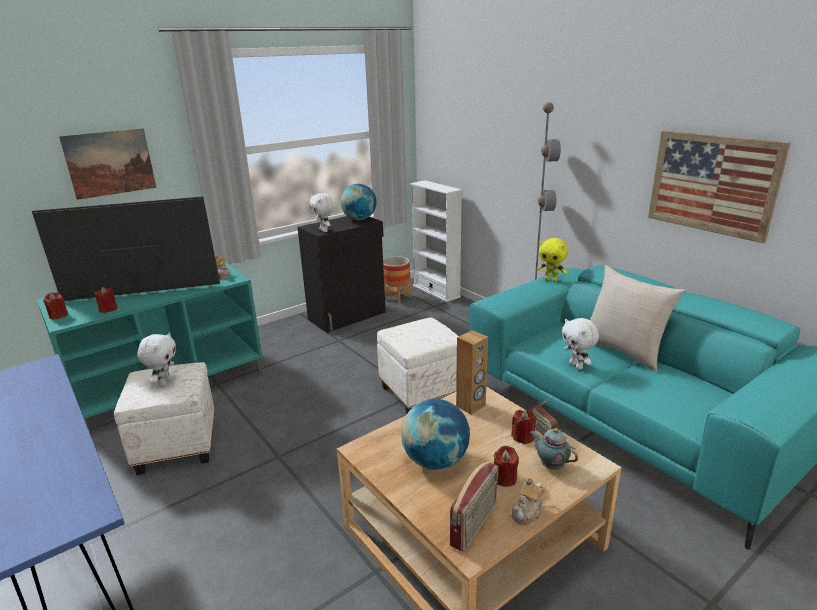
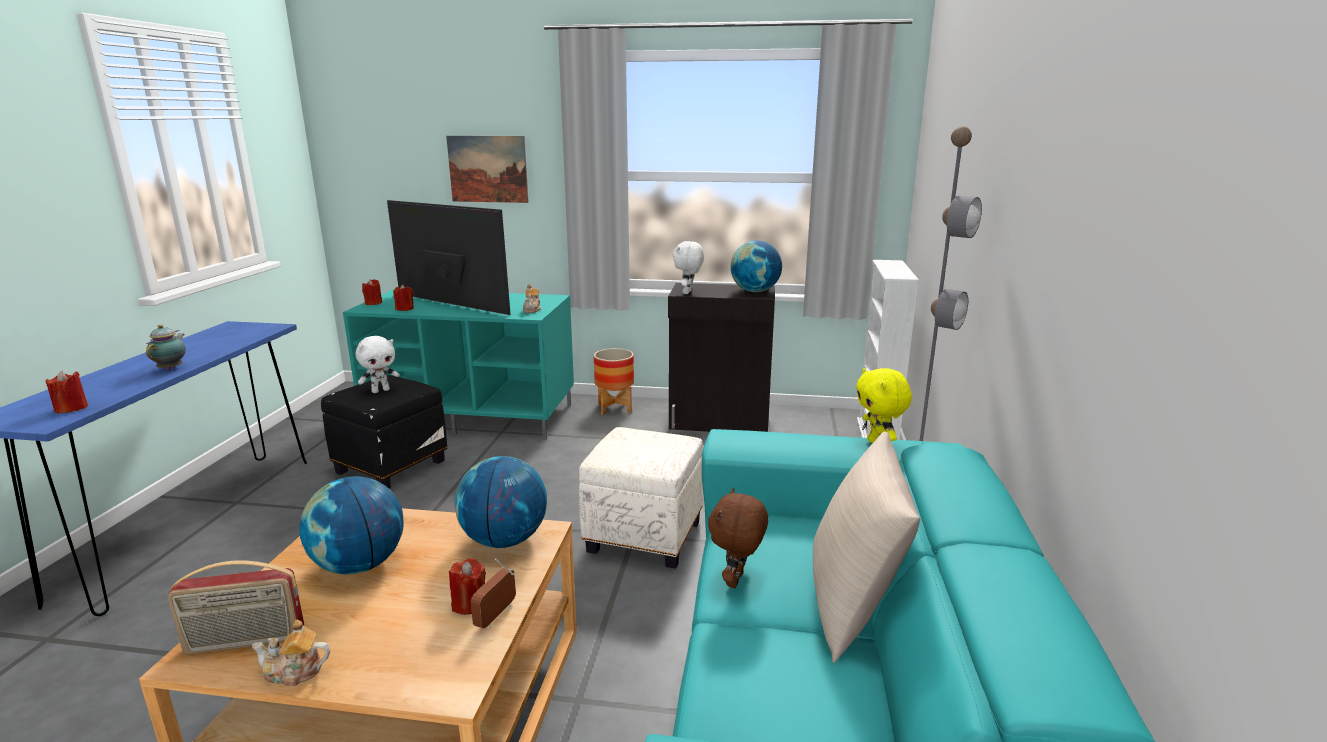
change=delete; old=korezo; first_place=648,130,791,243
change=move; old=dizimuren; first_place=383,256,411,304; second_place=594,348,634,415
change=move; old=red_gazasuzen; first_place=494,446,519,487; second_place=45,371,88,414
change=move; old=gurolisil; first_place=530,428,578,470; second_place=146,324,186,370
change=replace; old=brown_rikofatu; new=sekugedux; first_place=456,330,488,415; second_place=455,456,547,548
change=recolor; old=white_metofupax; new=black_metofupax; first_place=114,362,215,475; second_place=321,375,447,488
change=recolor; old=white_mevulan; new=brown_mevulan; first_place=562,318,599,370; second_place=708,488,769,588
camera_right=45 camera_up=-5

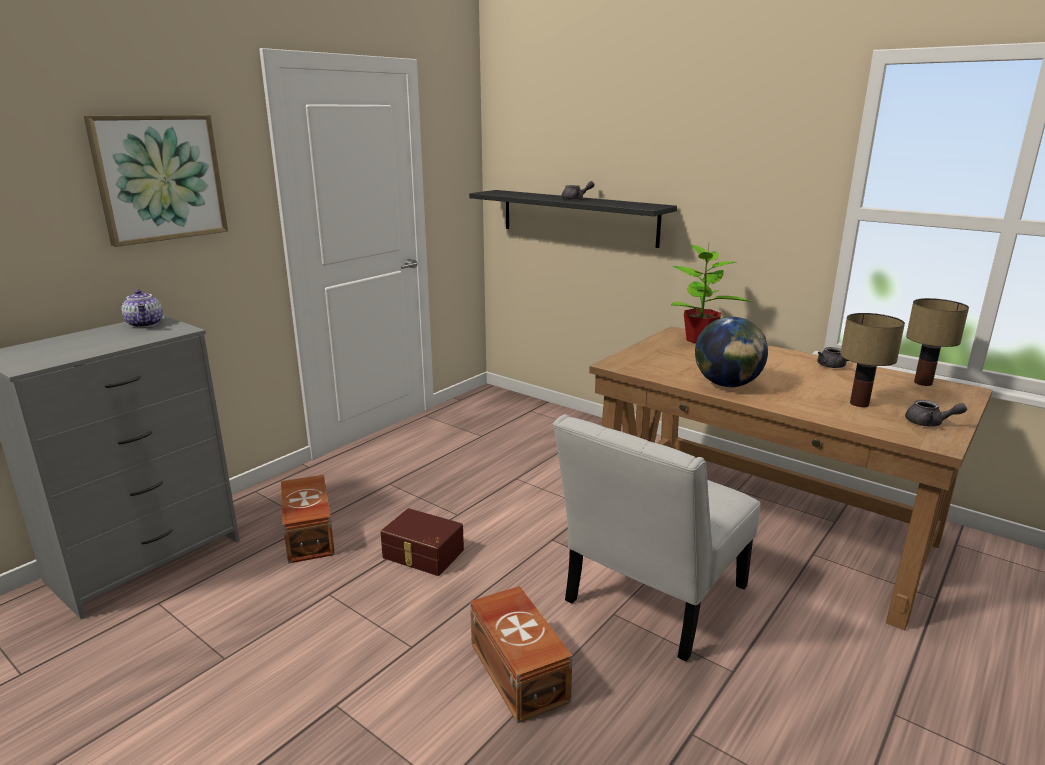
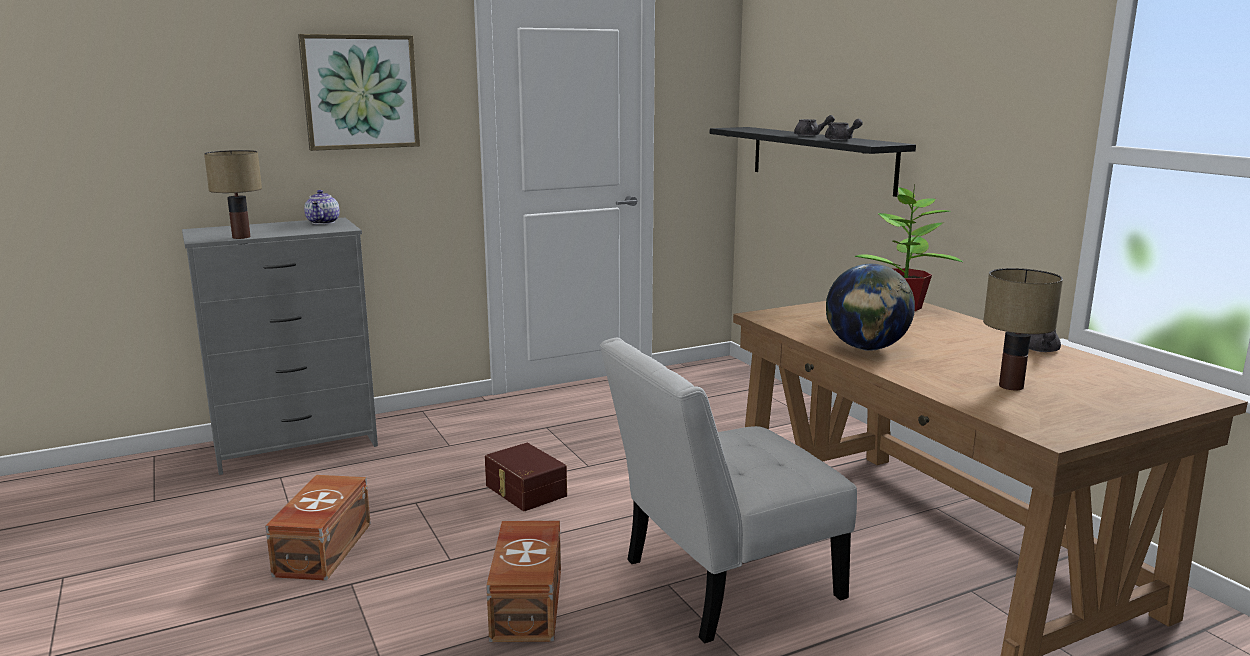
change=move; old=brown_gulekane; first_place=281,475,335,564; second_place=265,475,371,581
change=move; old=grey_gurolisil; first_place=905,400,967,427; second_place=825,119,863,140
change=move; old=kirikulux; first_place=906,298,969,386; second_place=204,150,262,239
camera_right=25 camera_up=-5

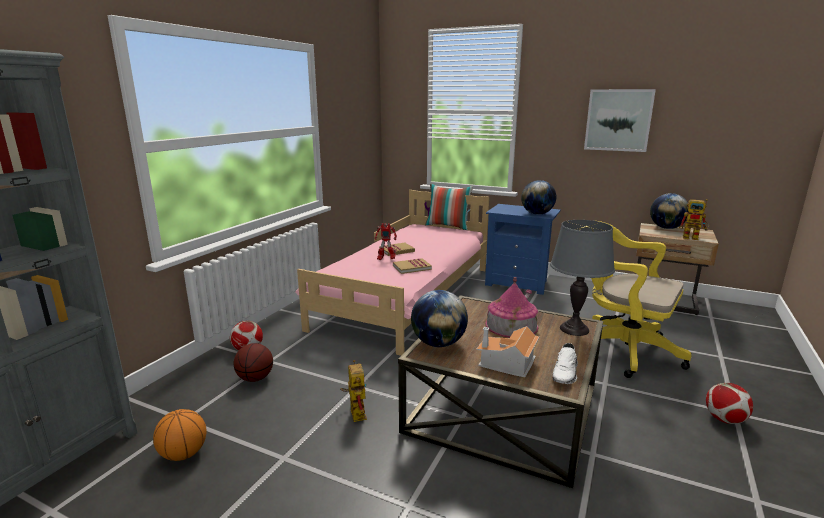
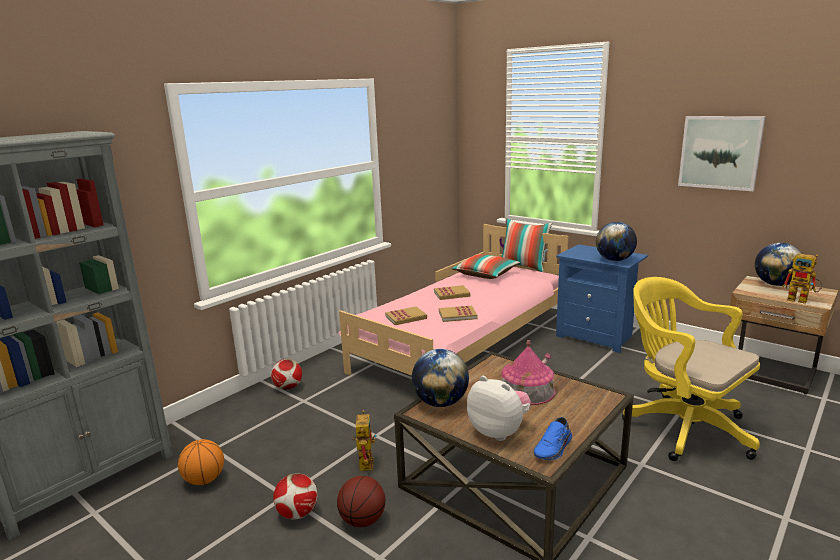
change=delete; old=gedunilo; first_place=375,223,397,260
change=delete; old=grey_kirikulux; first_place=550,220,615,336
change=insert; new=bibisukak; second_place=385,306,427,325
change=insert; new=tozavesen; second_place=451,254,520,279
change=move; old=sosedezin; first_place=234,343,273,382; second_place=337,476,386,527
change=move; old=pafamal; first_place=706,383,753,424; second_place=273,473,318,519
change=replace; old=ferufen; new=mevulan; first_place=476,326,539,377; second_place=467,376,531,441
change=recolor; old=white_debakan; new=blue_debakan; first_place=552,343,578,384; second_place=534,417,572,460
camera_right=15 camera_up=0

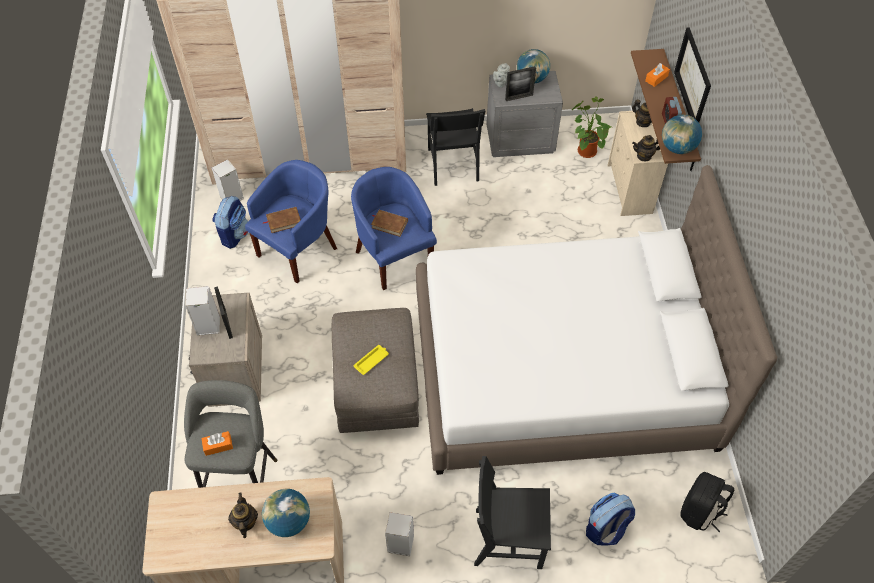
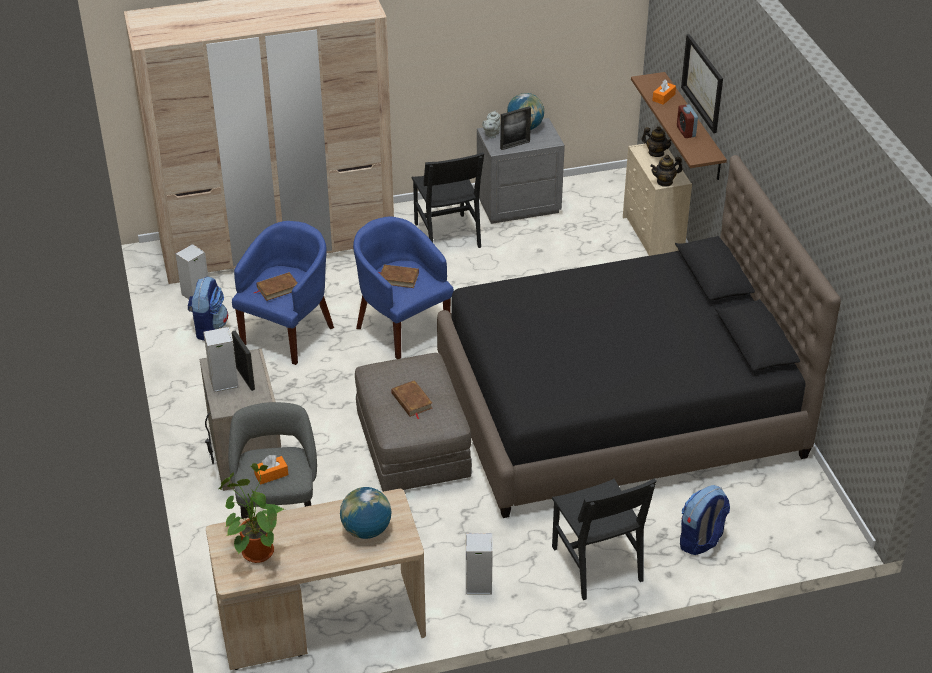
change=delete; old=gurolisil; first_place=228,493,258,538
change=delete; old=sekugedux; first_place=662,115,702,154
change=delete; old=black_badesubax; first_place=680,472,734,532
change=move; old=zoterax; first_place=572,96,611,158; second_place=218,463,284,563
change=replace; old=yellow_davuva; new=brown_bibisukak; first_place=353,345,389,375; second_place=391,380,432,419
change=recolor; old=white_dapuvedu; new=black_dapuvedu; first_place=416,165,777,475; second_place=437,155,841,518
change=rotate; old=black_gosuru; first_place=474,456,551,569; second_place=552,478,657,600; degrees=-105
camera_right=-10 camera_up=-15

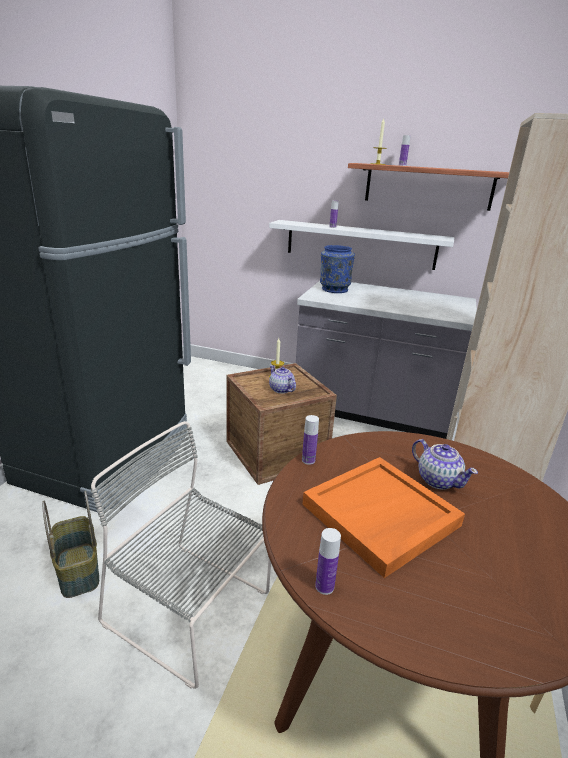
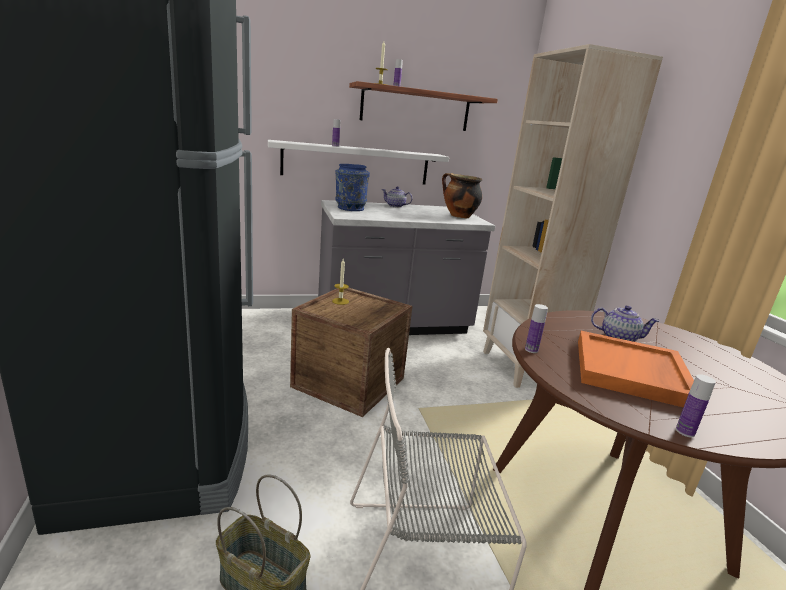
change=insert; new=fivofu; second_place=442,173,482,218
change=move; old=gurolisil; first_place=269,365,296,394; second_place=382,186,413,208
camera_right=-35 camera_up=-5

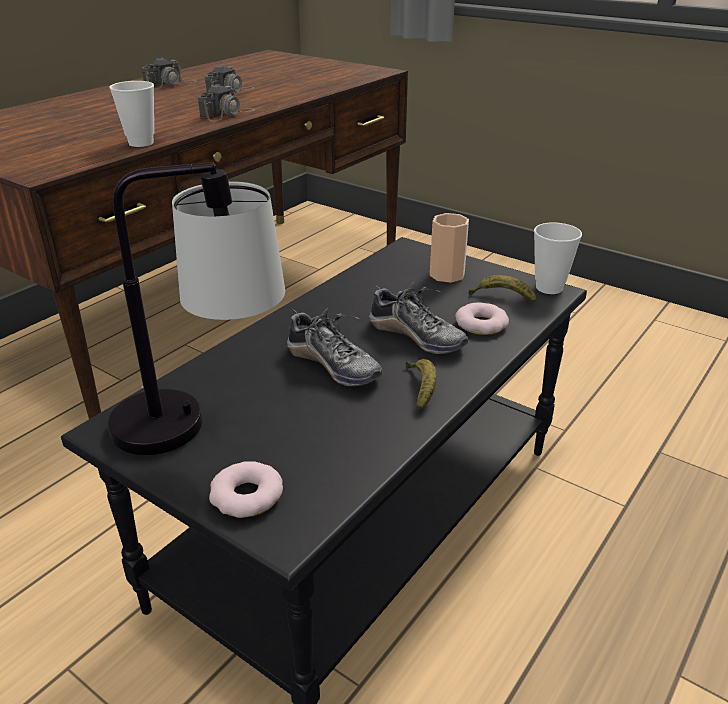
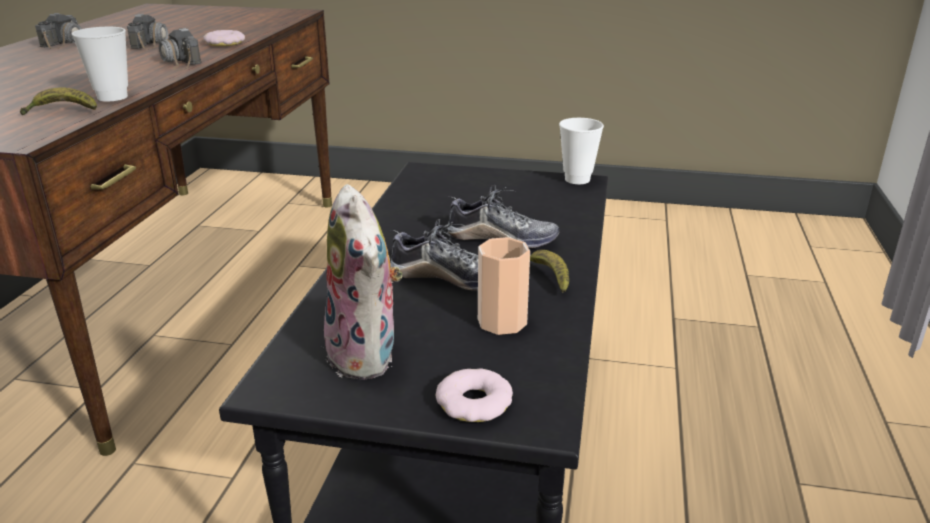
change=move; old=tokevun; first_place=430,213,469,283; second_place=478,237,530,335
change=move; old=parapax; first_place=455,303,509,335; second_place=203,30,245,46
change=move; old=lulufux; first_place=468,275,536,303; second_place=20,87,97,115
change=replace; old=kirikulux; new=mevulan; first_place=108,162,285,455; second_place=322,184,402,380
change=rotate; old=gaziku; first_place=198,84,255,121; second_place=159,28,202,70; degrees=135
camera_right=-25 camera_up=-5

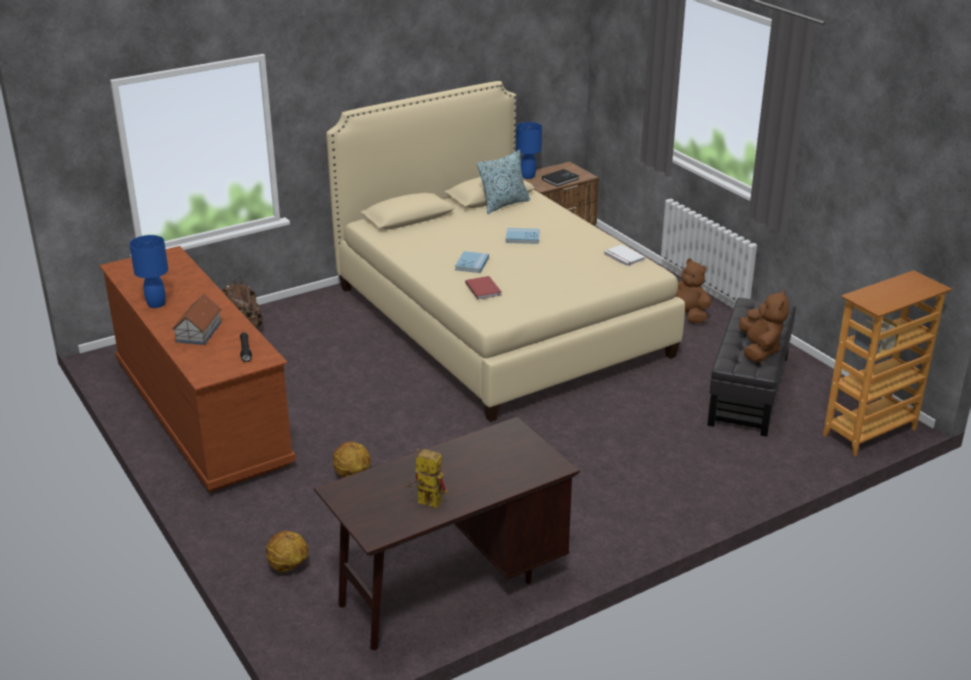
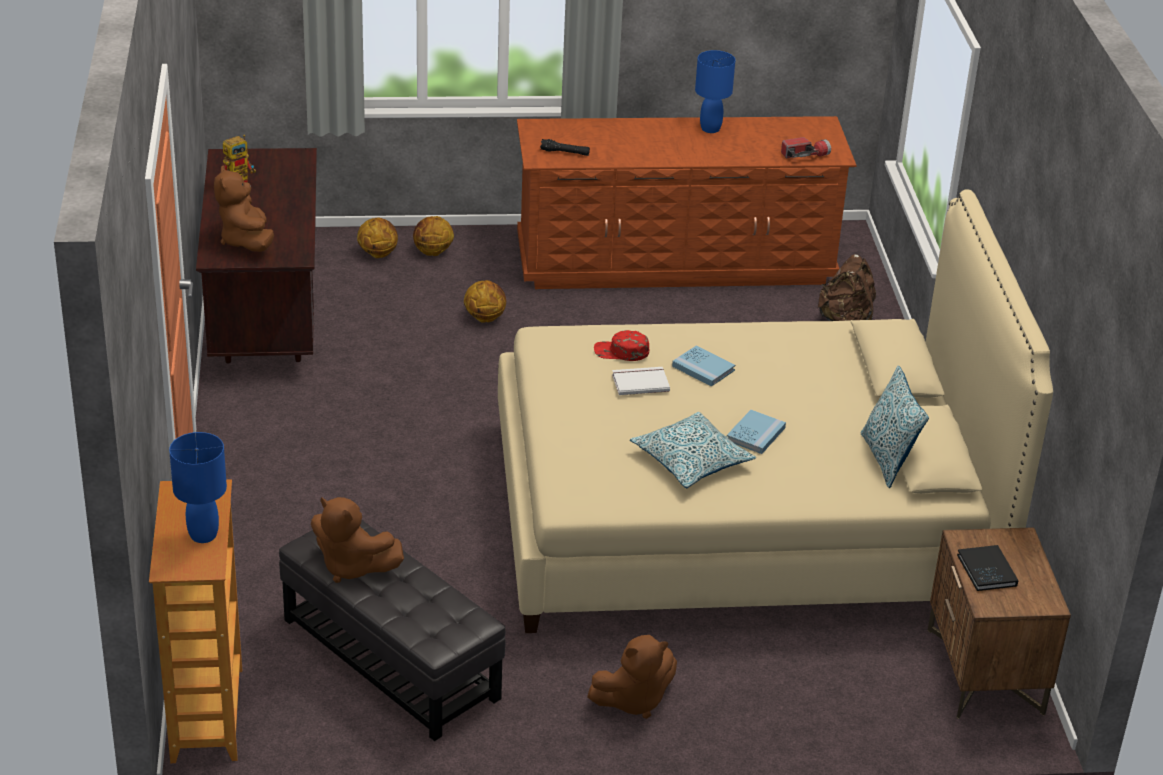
change=delete; old=ferufen; first_place=172,294,222,345
change=insert; new=brown_mevulan; second_place=214,166,274,252
change=insert; new=sosedezin; second_place=413,216,454,256
change=insert; new=tozavesen; second_place=630,412,756,488
change=insert; new=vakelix; second_place=781,137,831,158
change=move; old=blue_kirikulux; first_place=516,122,542,179; second_place=169,432,227,543
change=move; old=white_bibisukak; first_place=604,245,646,266; second_place=612,367,670,395
change=replace; old=red_bibisukak; new=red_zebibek; first_place=465,276,502,299; second_place=594,330,649,361
camera_right=115 camera_up=5

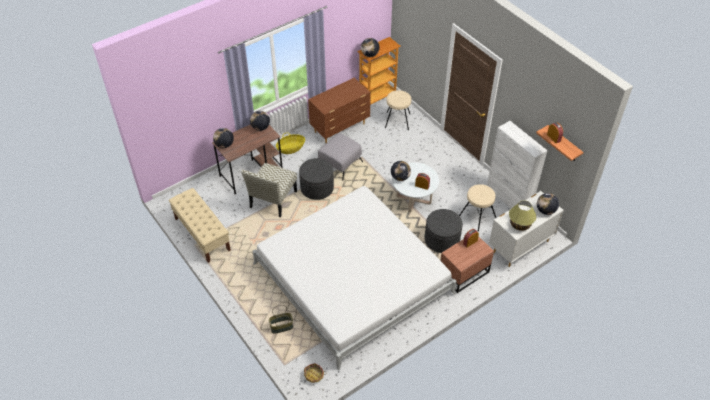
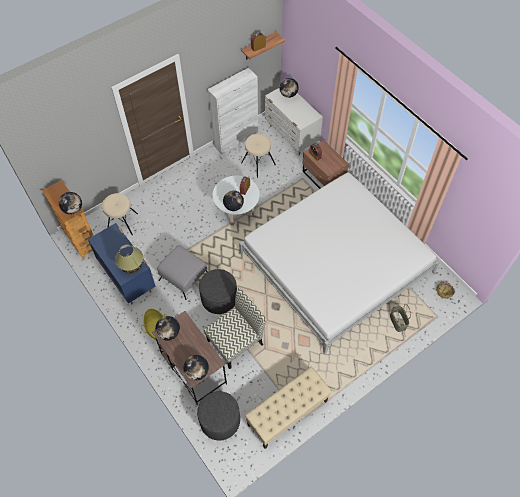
change=move; old=grey_metofupax; first_place=425,209,463,253; second_place=197,391,240,441
change=move; old=kirikulux; first_place=509,200,536,231; second_place=115,245,143,273
change=recolor; old=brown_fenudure; new=blue_fenudure; first_place=308,78,371,143; second_place=88,223,156,304
change=rotate; old=gosuru; first_place=241,163,297,218; second_place=204,287,267,369; degrees=-60
camera_right=-90 camera_up=10

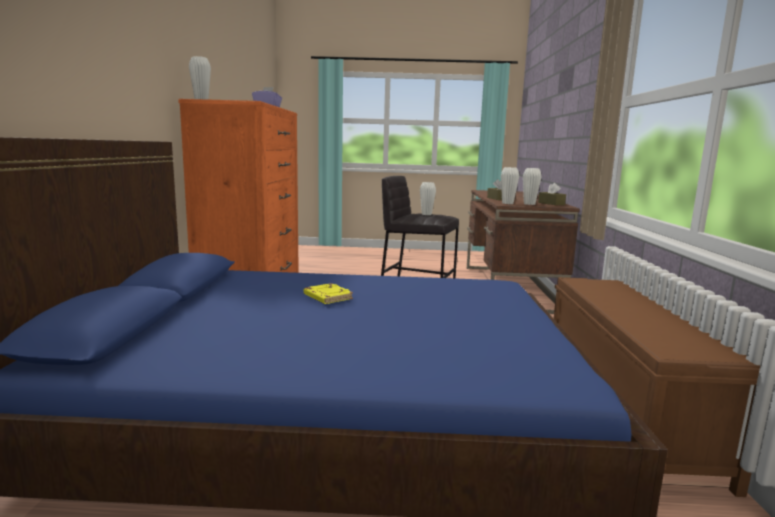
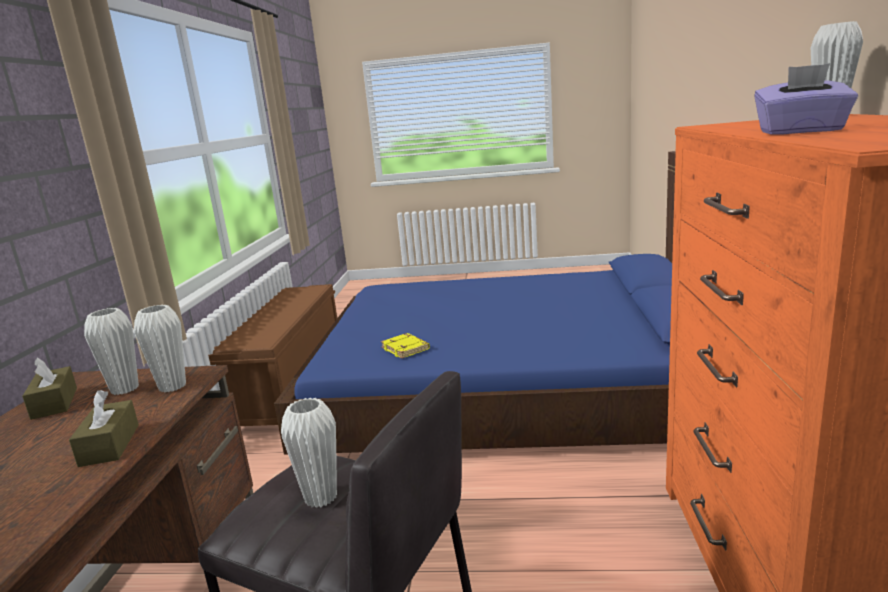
change=move; old=yellow_bibisukak; first_place=304,283,353,304; second_place=381,333,430,359
camera_right=-175 camera_up=5

